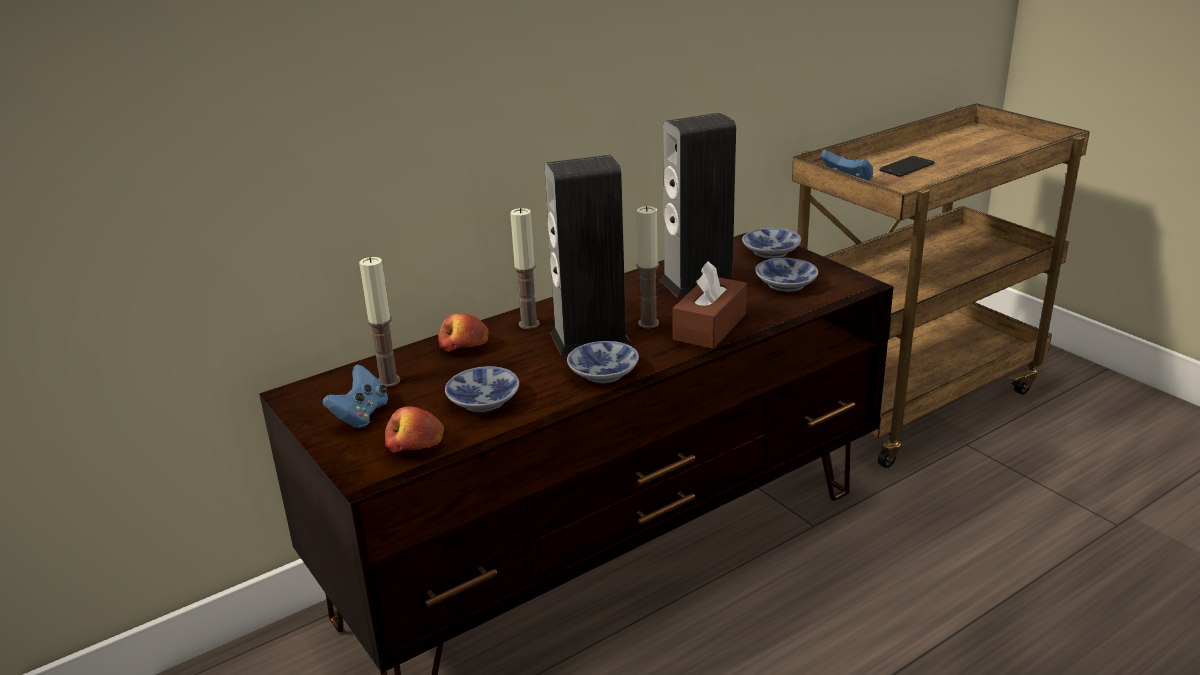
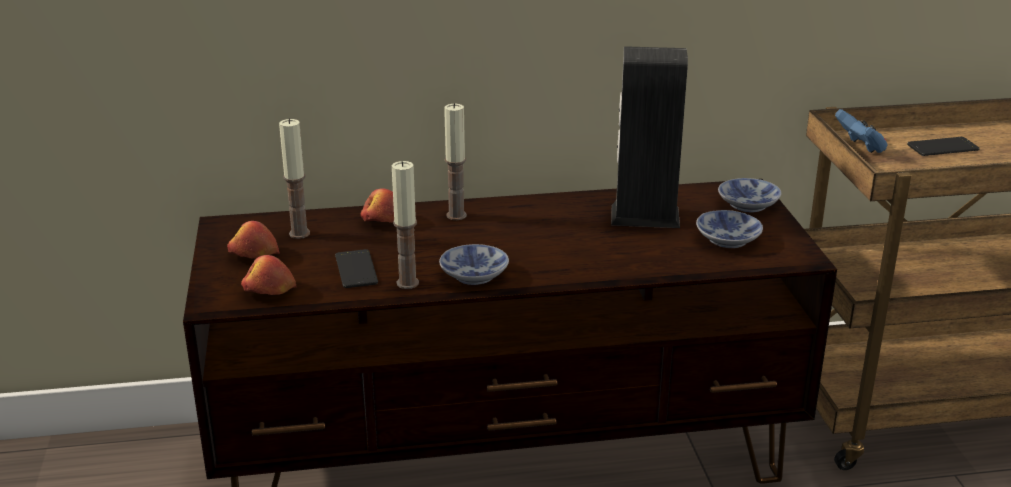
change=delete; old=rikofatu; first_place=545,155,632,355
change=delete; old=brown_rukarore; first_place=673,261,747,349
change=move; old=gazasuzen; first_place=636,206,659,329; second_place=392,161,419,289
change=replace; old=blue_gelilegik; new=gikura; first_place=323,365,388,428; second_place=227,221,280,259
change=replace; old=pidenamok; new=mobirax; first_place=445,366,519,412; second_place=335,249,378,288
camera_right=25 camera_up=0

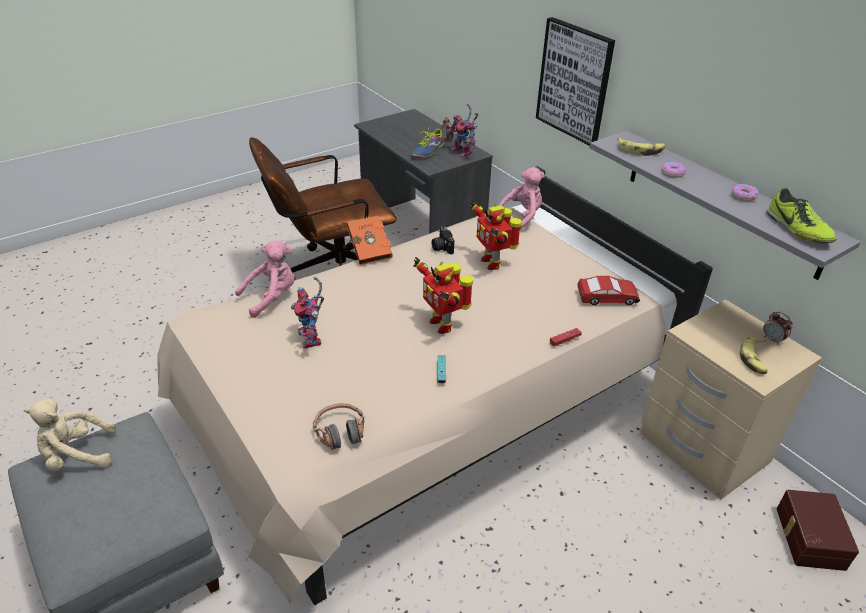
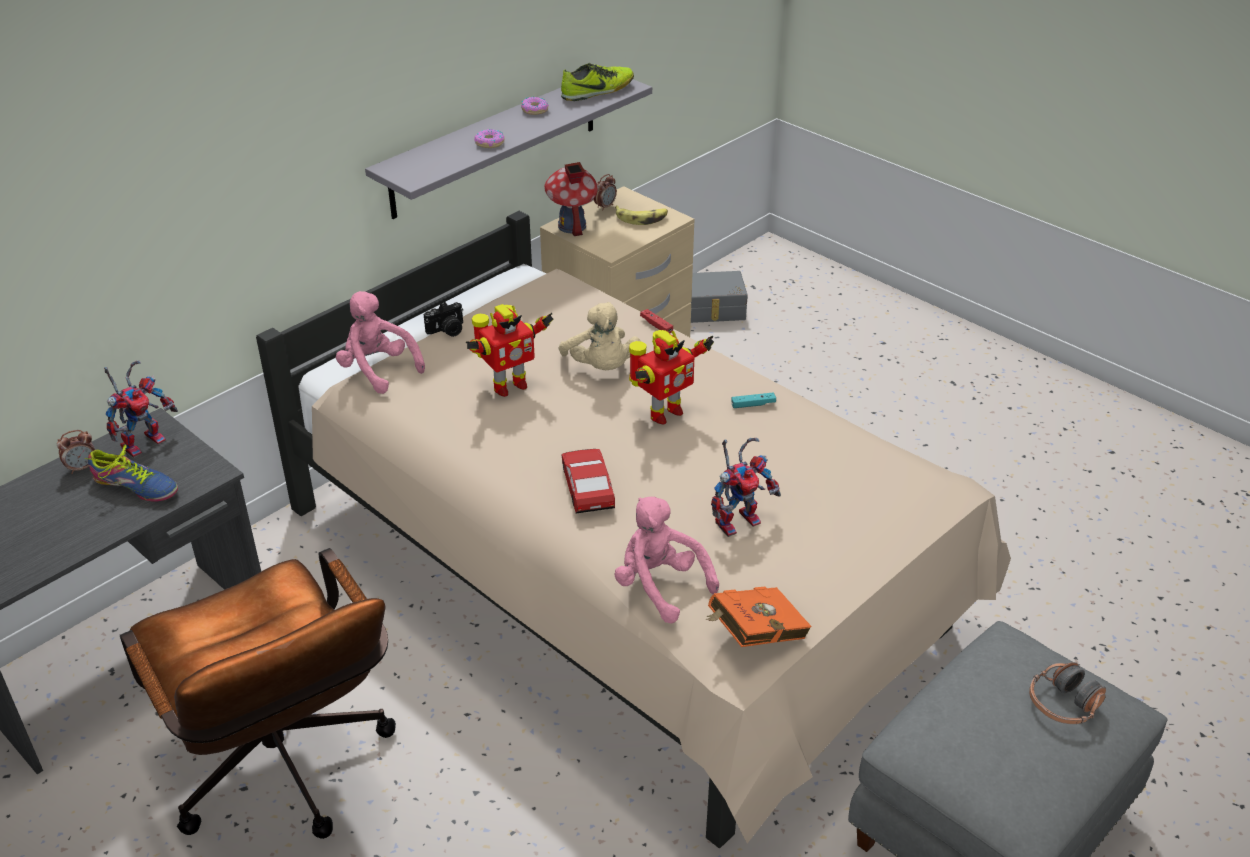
change=delete; old=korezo; first_place=536,17,615,146
change=delete; old=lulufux; first_place=617,137,665,156
change=insert; new=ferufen; second_place=544,162,598,236
change=move; old=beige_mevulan; first_place=25,399,116,471; second_place=559,302,640,370
change=move; old=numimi; first_place=313,403,364,450; second_place=1029,662,1106,724
change=move; old=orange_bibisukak; first_place=347,216,393,265; second_place=706,587,812,647
change=move; old=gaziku; first_place=432,226,454,255; second_place=424,302,463,337
change=move; old=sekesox; first_place=577,276,640,305; second_place=561,449,615,514
change=recolor; old=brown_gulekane; new=grey_gulekane; first_place=777,490,859,571; second_place=690,271,748,323
camera_right=-100 camera_up=0

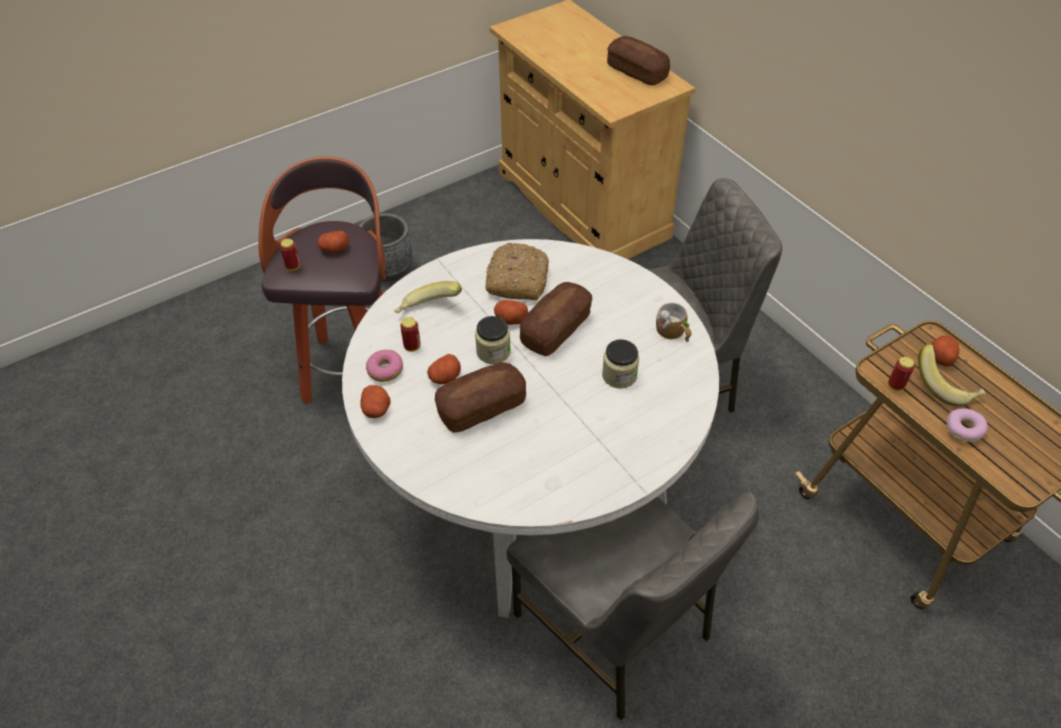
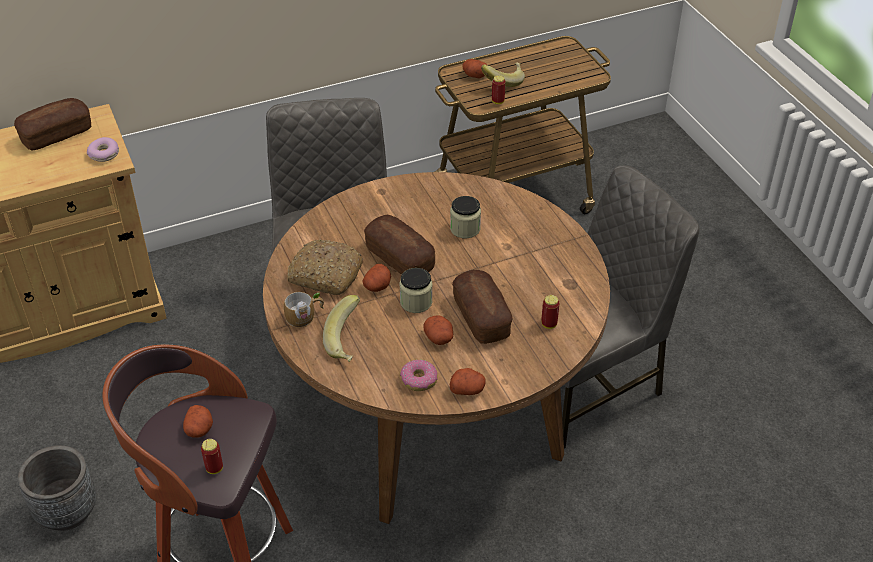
change=move; old=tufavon; first_place=400,317,421,352; second_place=541,295,560,329
change=move; old=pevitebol; first_place=656,303,692,342; second_place=284,292,324,328
change=move; old=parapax; first_place=947,408,988,442; second_place=87,137,119,162
change=recolor; old=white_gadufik; new=brown_gadufik; first_place=342,239,719,618; second_place=263,172,610,524
camera_right=-80 camera_up=-5

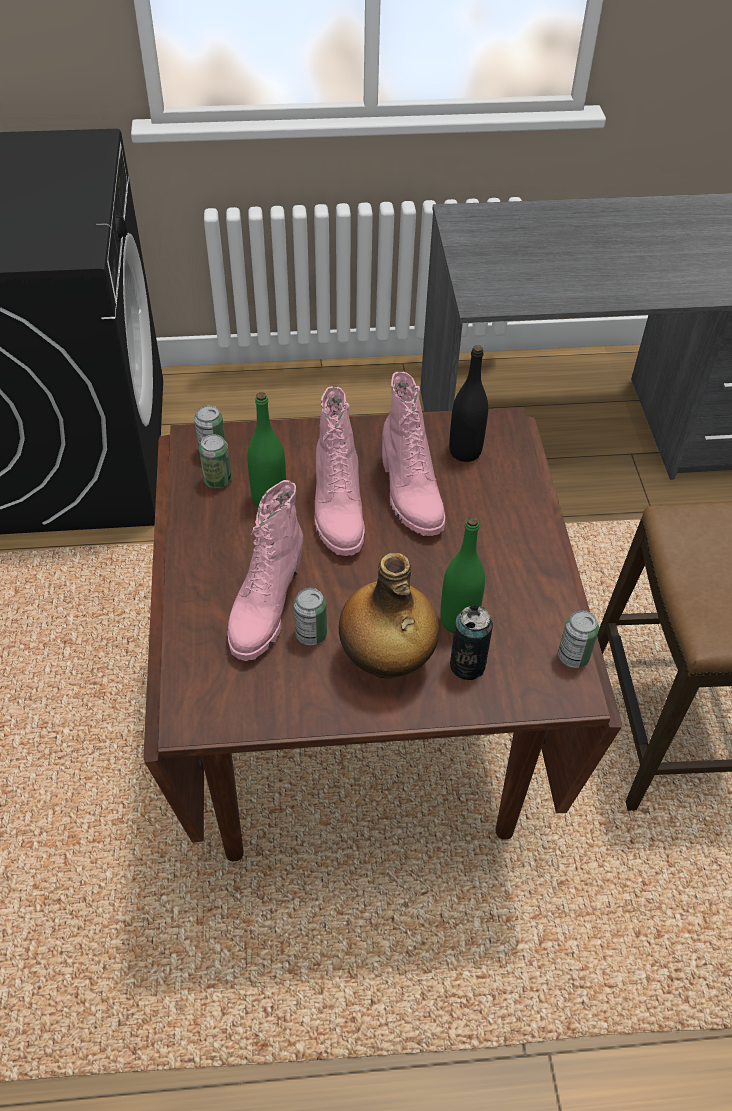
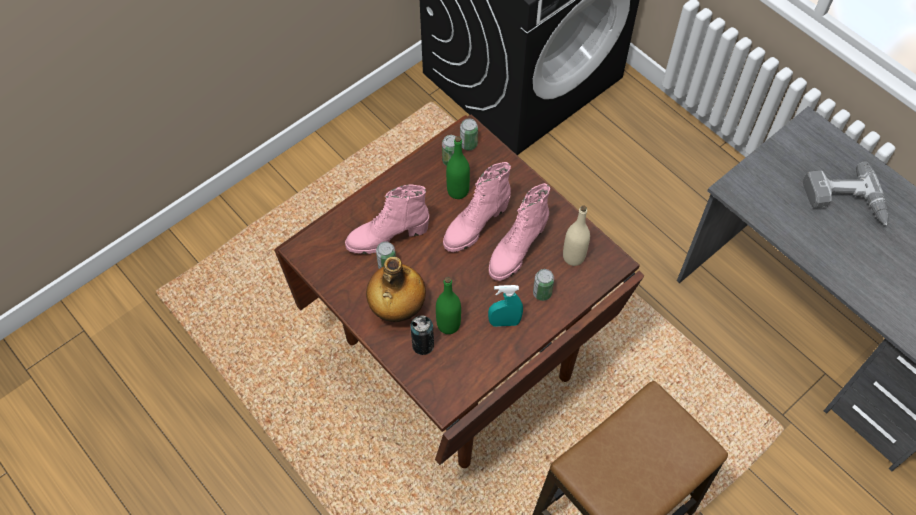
change=insert; new=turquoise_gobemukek; second_place=488,285,523,327
change=insert; new=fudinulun; second_place=803,162,889,226
change=move; old=tufavon; first_place=558,610,599,668; second_place=533,269,554,301
change=recolor; old=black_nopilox; new=beige_nopilox; first_place=449,345,488,462; second_place=563,205,590,266
camera_right=55 camera_up=10

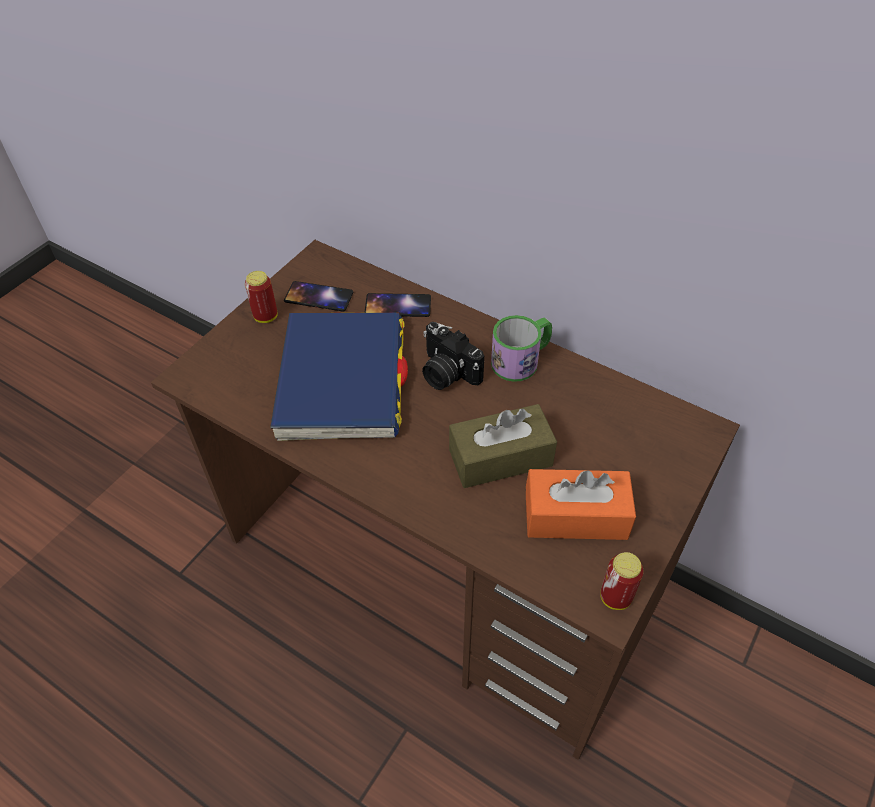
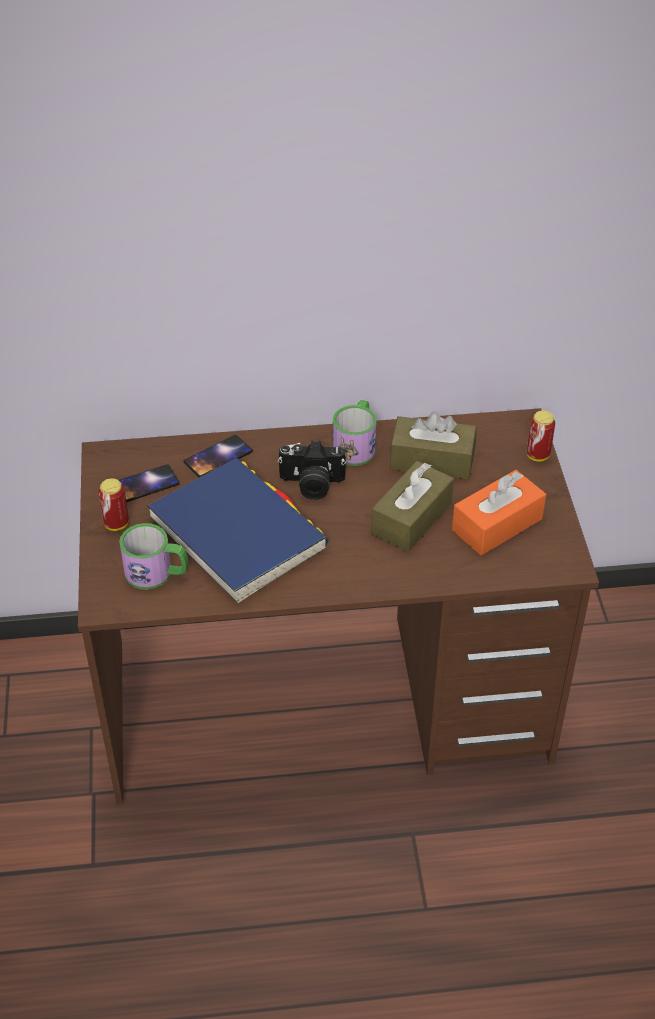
change=insert; new=pevitebol; second_place=120,523,188,589
change=insert; new=brown_rukarore; second_place=390,411,477,479
change=move; old=tufavon; first_place=600,552,643,610; second_place=527,411,555,462
camera_right=-40 camera_up=-5

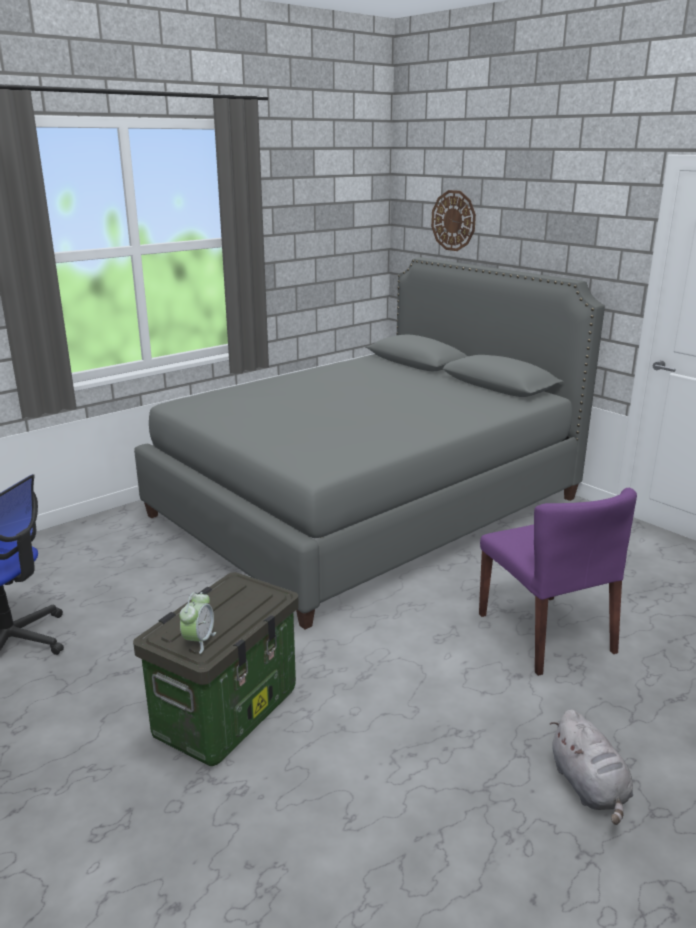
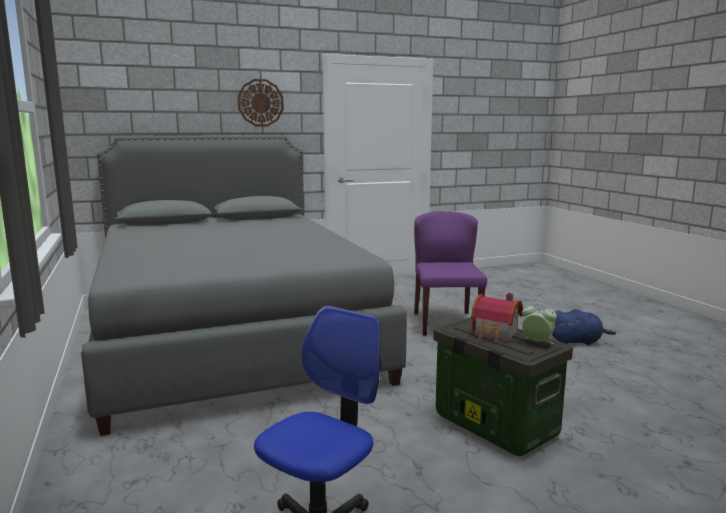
change=insert; new=ferufen; second_place=471,293,523,343
change=move; old=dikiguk; first_place=431,190,476,251; second_place=238,79,284,126
change=recolor; old=grey_mevulan; new=blue_mevulan; first_place=550,710,633,825; second_place=552,309,616,345
change=rotate; old=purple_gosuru; first_place=479,488,637,676; second_place=414,211,487,336; degrees=-90
camera_right=-70 camera_up=-10

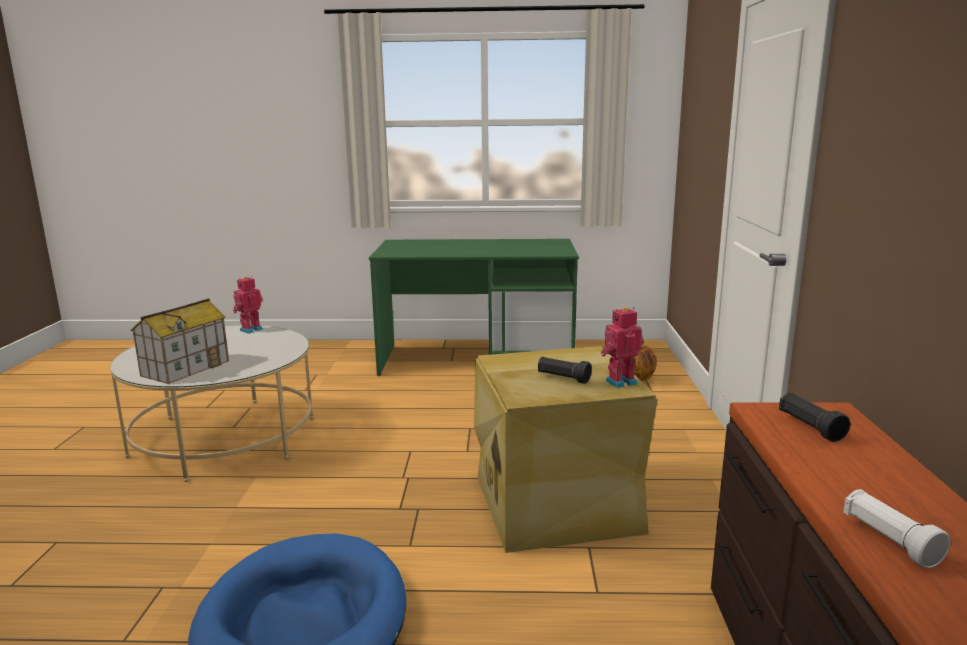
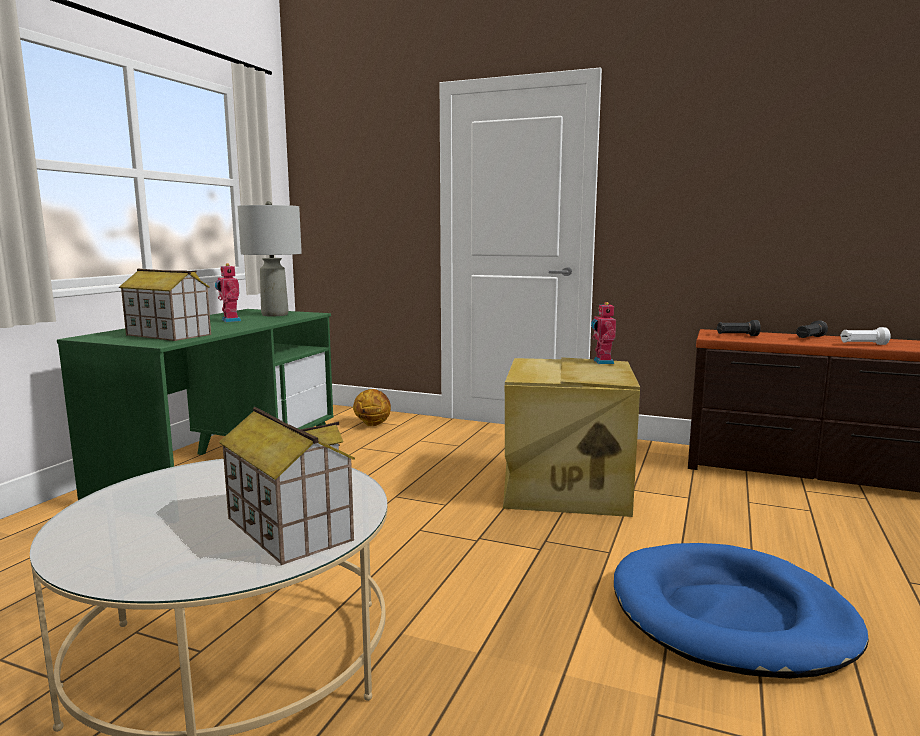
change=insert; new=ferufen; second_place=119,269,211,341
change=insert; new=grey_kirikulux; second_place=238,201,302,316
change=move; old=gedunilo; first_place=233,276,263,333; second_place=215,263,241,322
change=move; old=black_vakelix; first_place=538,357,592,384; second_place=796,320,828,338
camera_right=-70 camera_up=-5

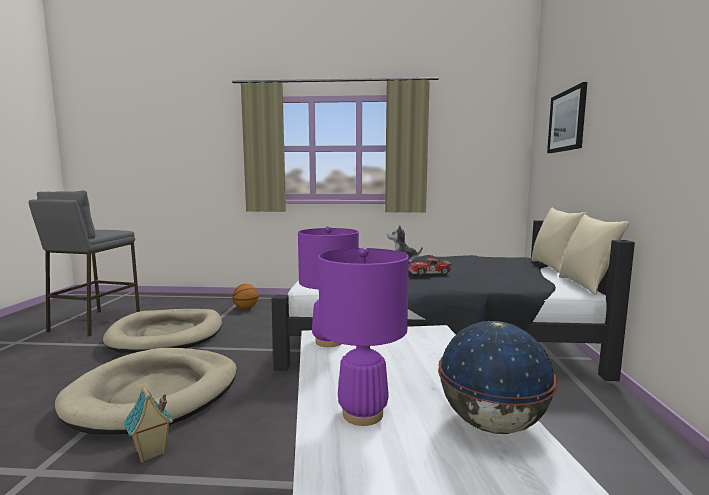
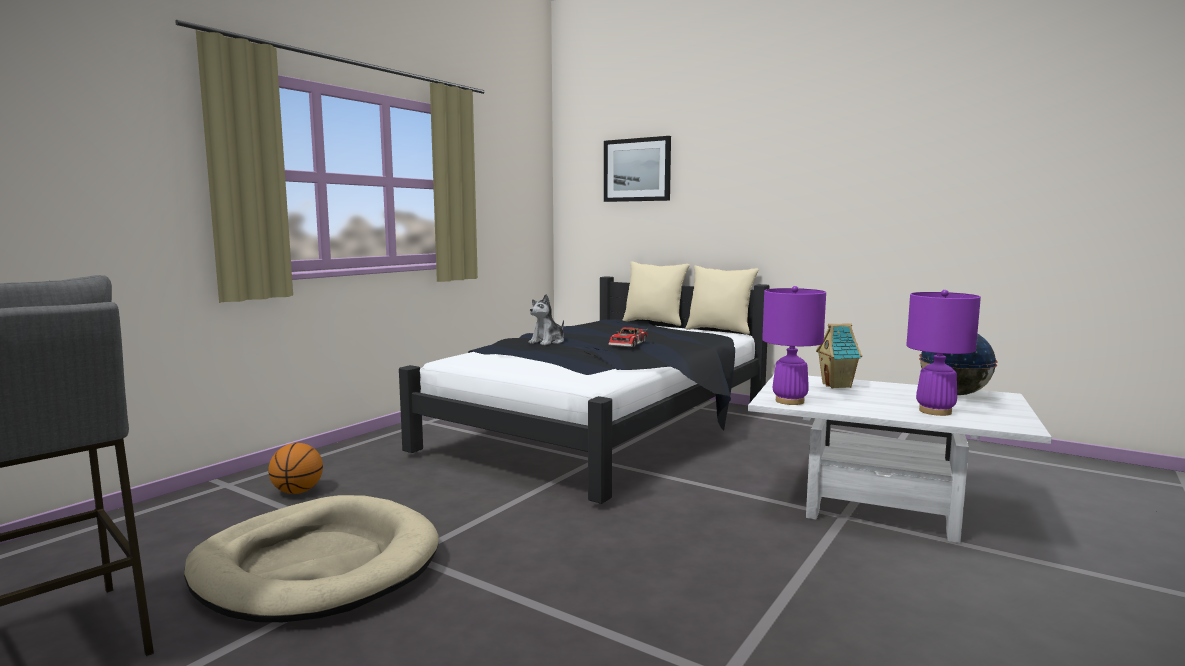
change=delete; old=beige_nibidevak; first_place=55,348,237,434
change=move; old=ferufen; first_place=124,385,173,463; second_place=816,323,862,389
camera_right=-60 camera_up=0

